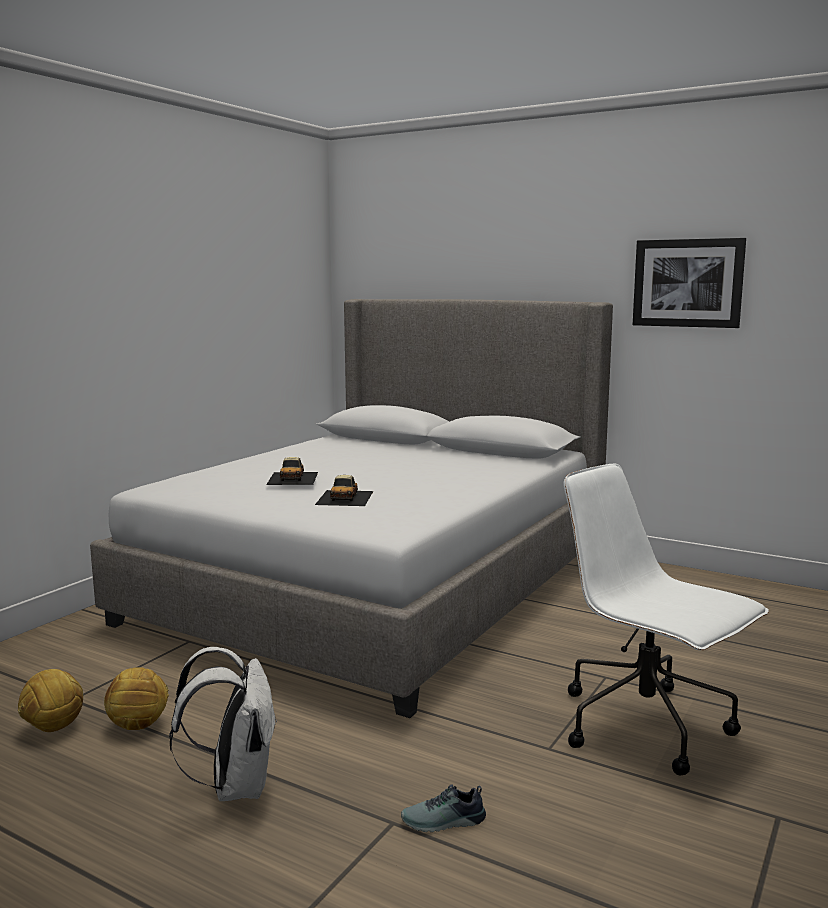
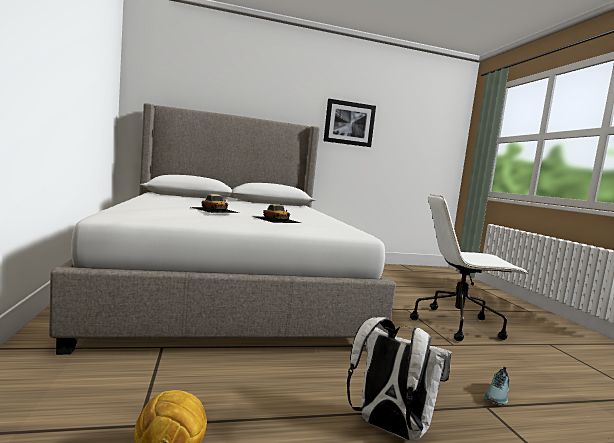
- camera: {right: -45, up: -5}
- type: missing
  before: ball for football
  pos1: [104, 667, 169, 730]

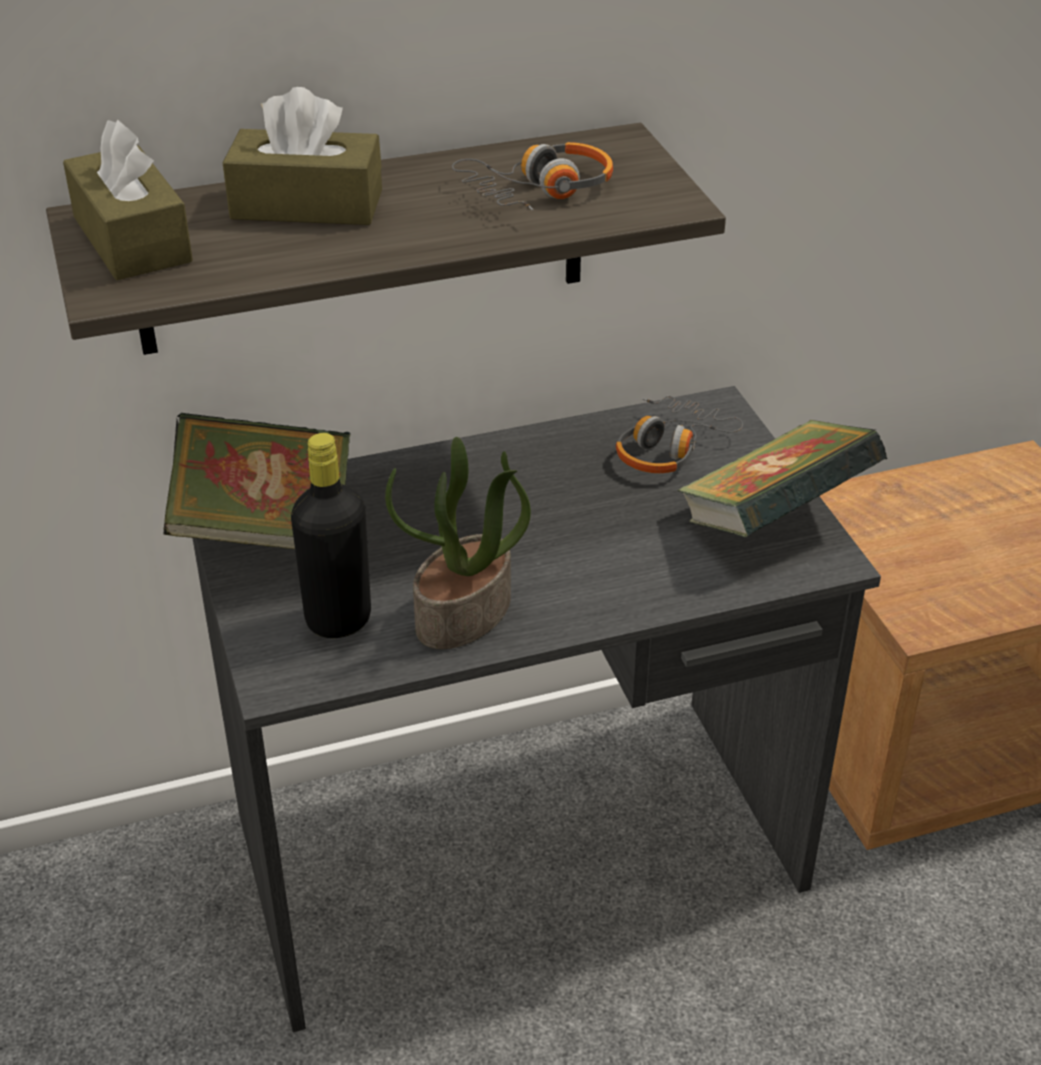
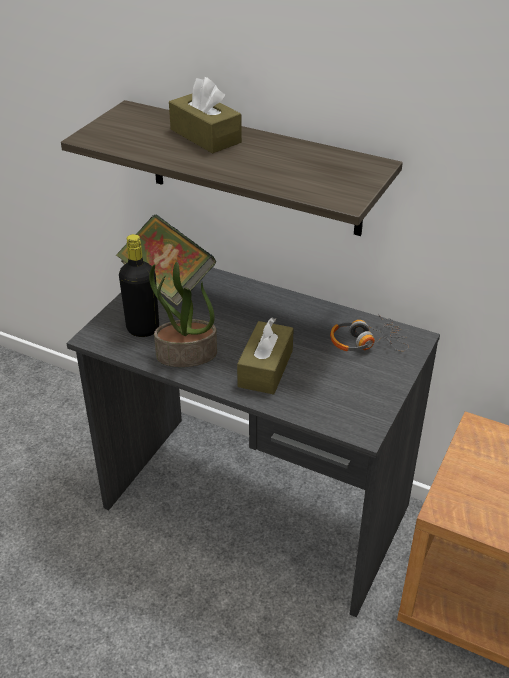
- camera: {right: 45, up: 0}
- type: relocated
  before: tissue box/brownish
  pos1: [63, 119, 193, 280]
  pos2: [237, 317, 294, 395]
- type: missing
  before: pair of headphones
  pos1: [452, 142, 613, 211]
- type: missing
  before: volume
  pos1: [677, 420, 887, 537]

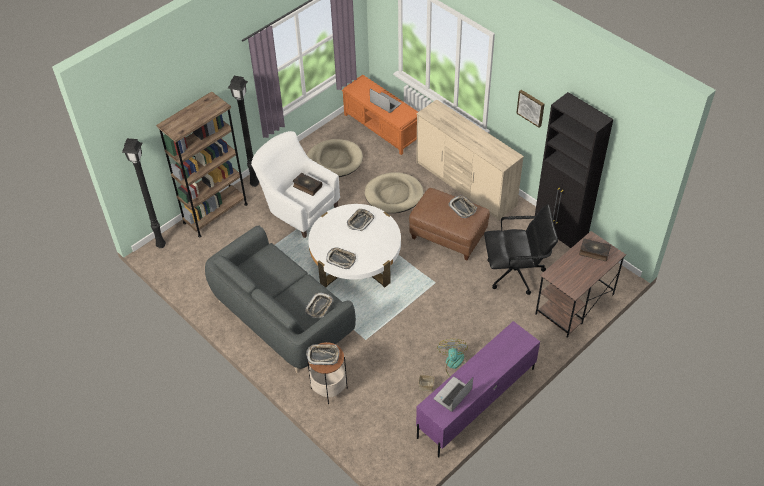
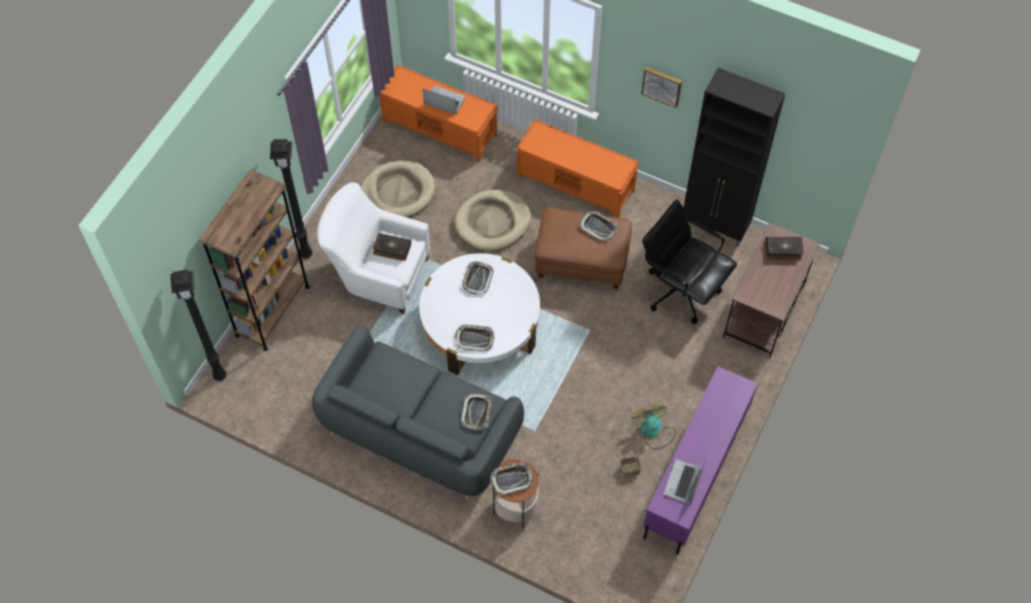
- camera: {right: -20, up: 10}
- type: exchanged
  before: chest of drawers/beige-coloured
  after: bench/orange-coloured
  pos1: [416, 99, 524, 221]
  pos2: [516, 119, 639, 218]
- type: spun
  before: computer chair/blackish
  pos1: [484, 204, 558, 295]
  pos2: [642, 199, 737, 324]
  turn: -120

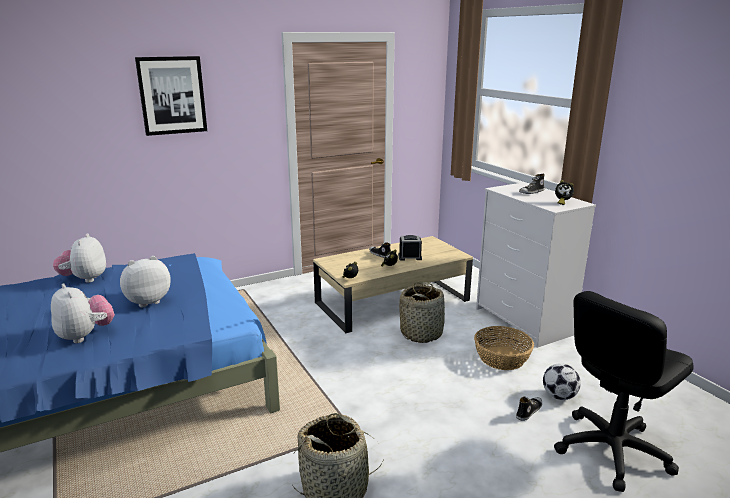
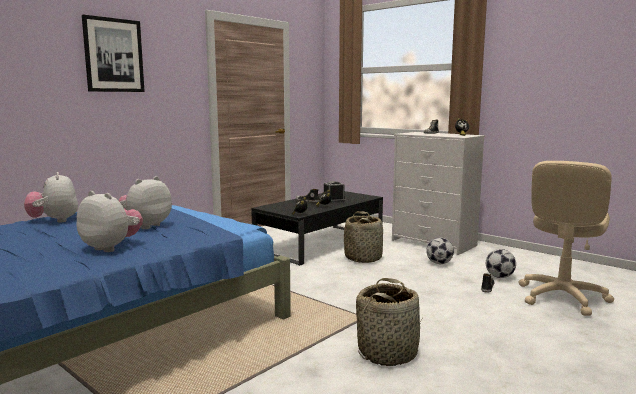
- camera: {right: -20, up: -10}
- type: colour
  before: lounge table/beige-coloured
  after: lounge table/blackish
  pos1: [313, 236, 473, 334]
  pos2: [251, 191, 383, 266]
- type: exchanged
  before: storage basket
  after: ball for football
  pos1: [474, 326, 534, 370]
  pos2: [426, 238, 454, 264]
- type: colour
  before: computer chair/blackish
  after: computer chair/beige-coloured
  pos1: [554, 291, 694, 492]
  pos2: [519, 161, 614, 316]

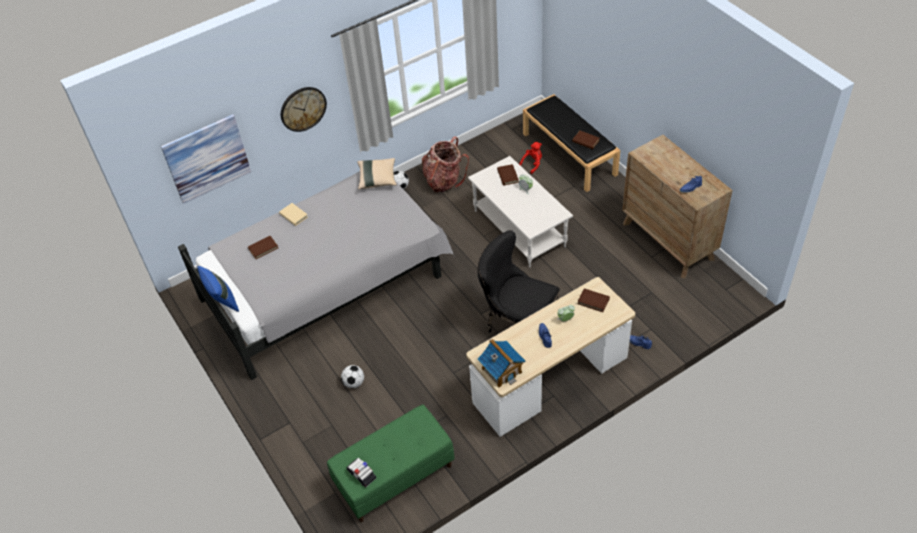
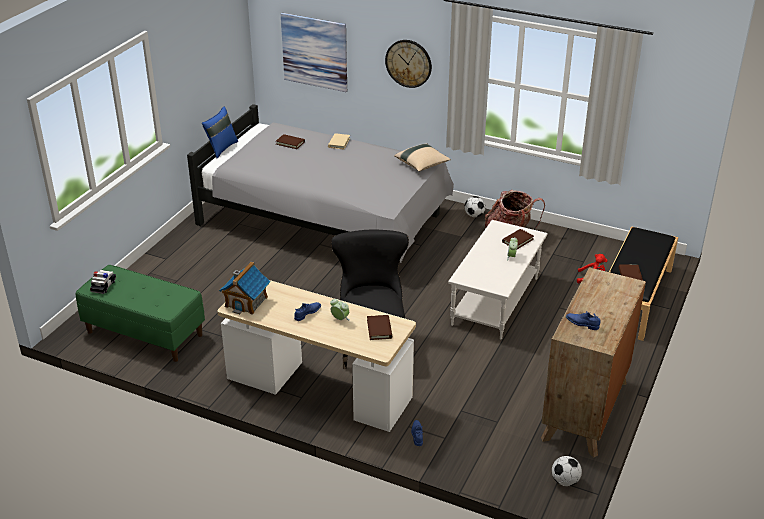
- camera: {right: 55, up: -15}
- type: relocated
  before: ball for football
  pos1: [341, 365, 364, 388]
  pos2: [552, 456, 582, 486]

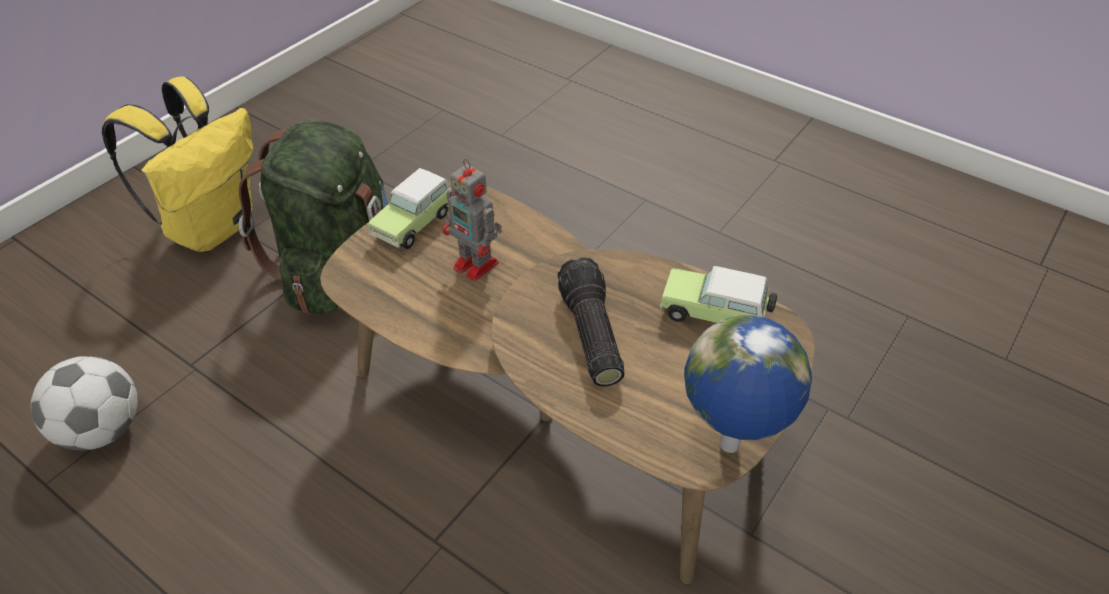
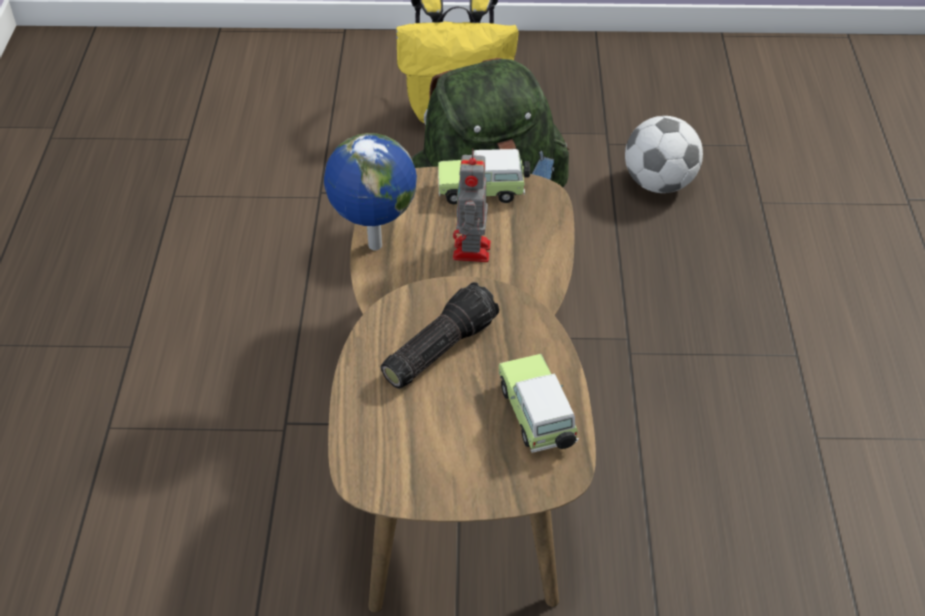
- camera: {right: 55, up: 0}
- type: relocated
  before: ball for football
  pos1: [31, 356, 138, 450]
  pos2: [625, 116, 703, 193]
- type: relocated
  before: globe
  pos1: [684, 315, 812, 453]
  pos2: [324, 133, 417, 250]

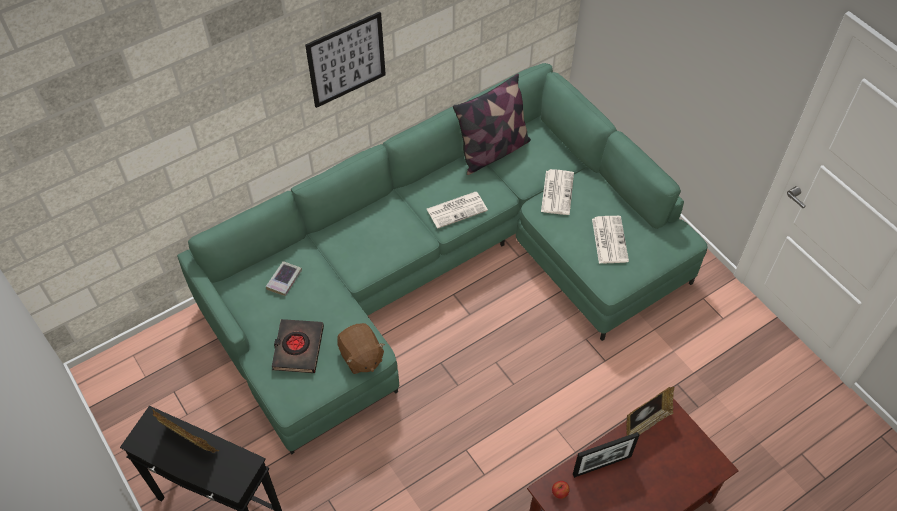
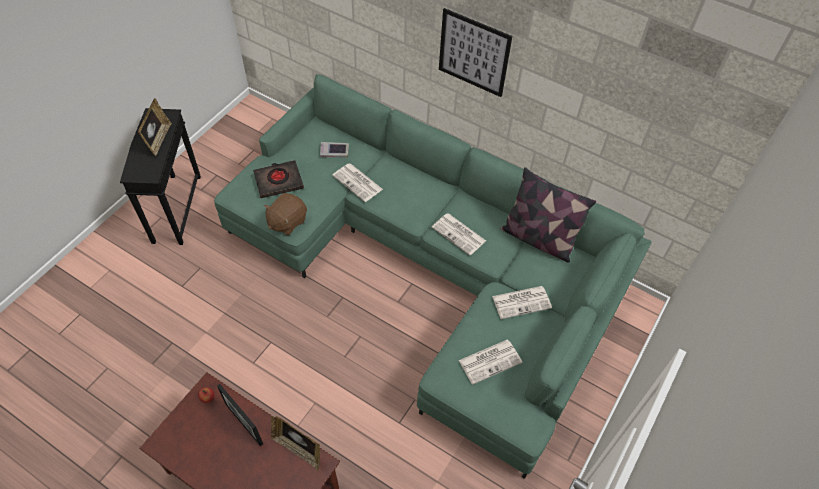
- camera: {right: 65, up: 0}
- type: appeared
  after: daily paper
  pos2: [332, 164, 383, 202]

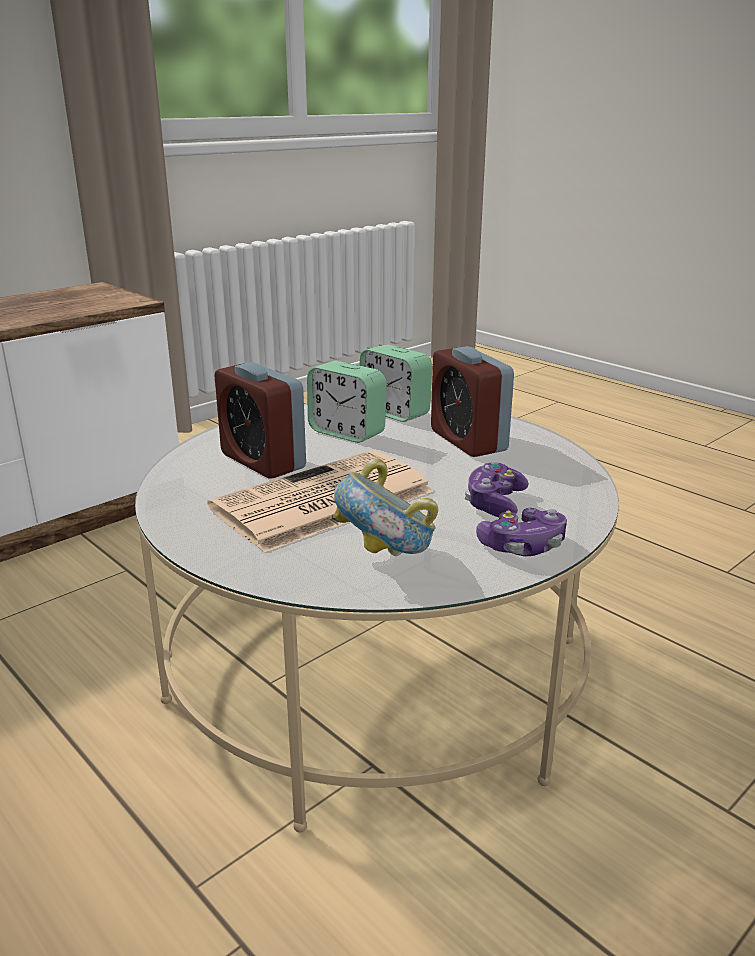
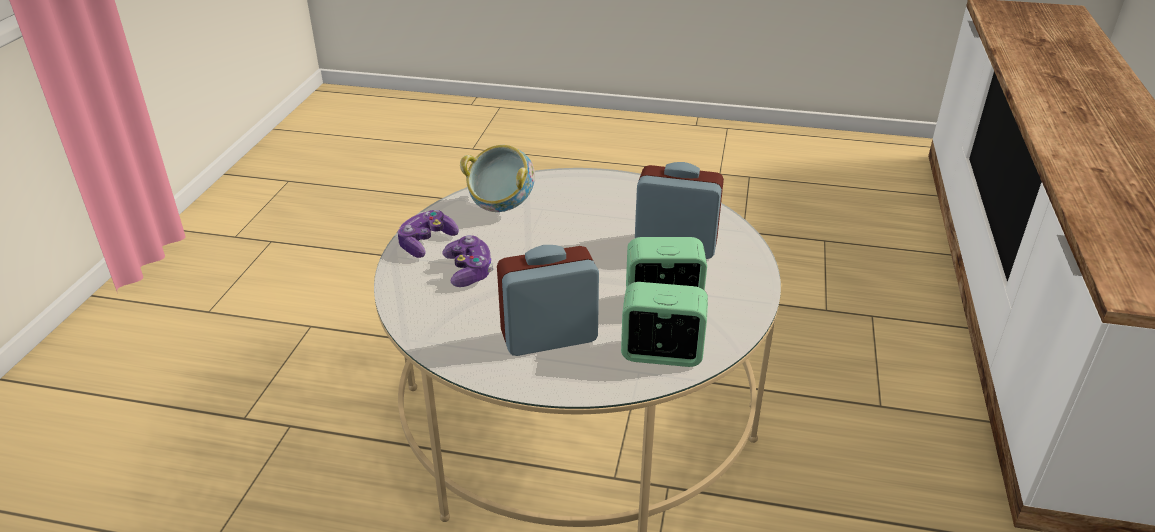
- camera: {right: 145, up: 10}
- type: missing
  before: daily paper
  pos1: [208, 450, 434, 553]
- type: spun
  before: table clock
  pos1: [431, 346, 514, 457]
  pos2: [497, 245, 599, 356]
  turn: -45

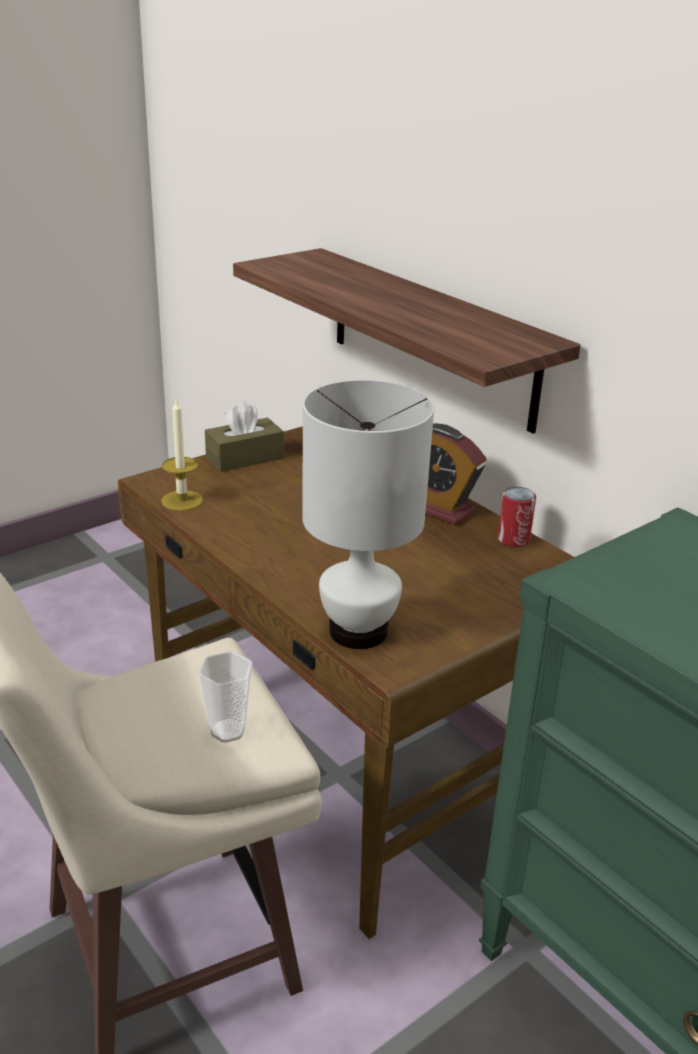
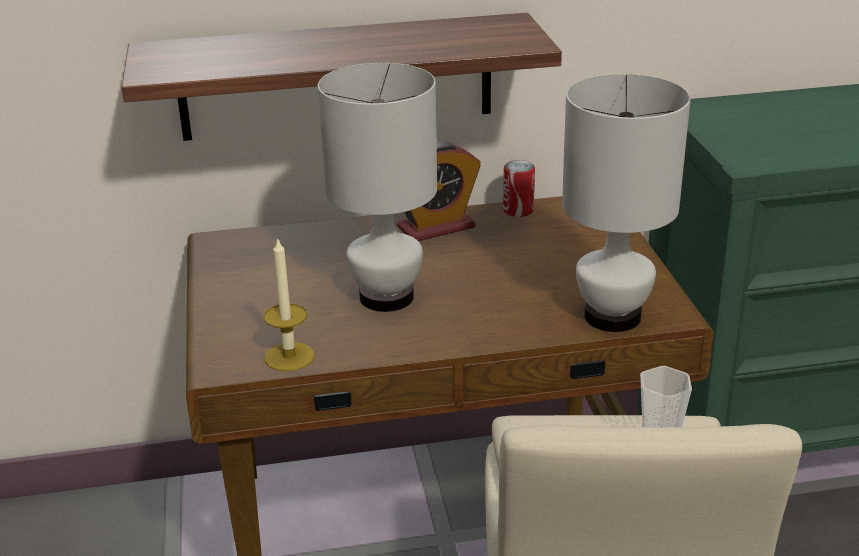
- camera: {right: -60, up: 0}
- type: missing
  before: tissue box/brownish
  pos1: [205, 401, 284, 472]
- type: appeared
  after: tabletop lamp/white
  pos2: [317, 63, 437, 312]

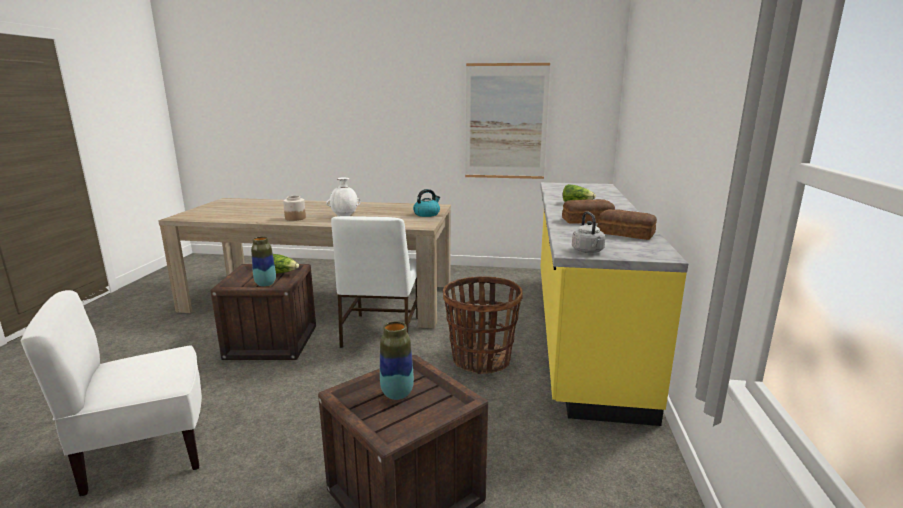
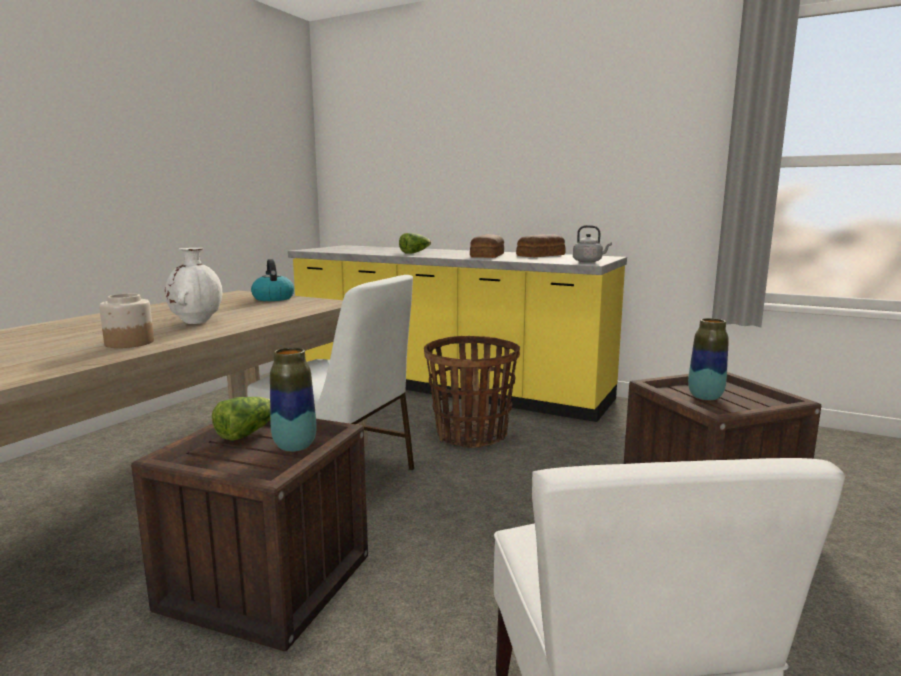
- camera: {right: -70, up: -5}
- type: missing
  before: wall picture
  pos1: [465, 63, 550, 179]

